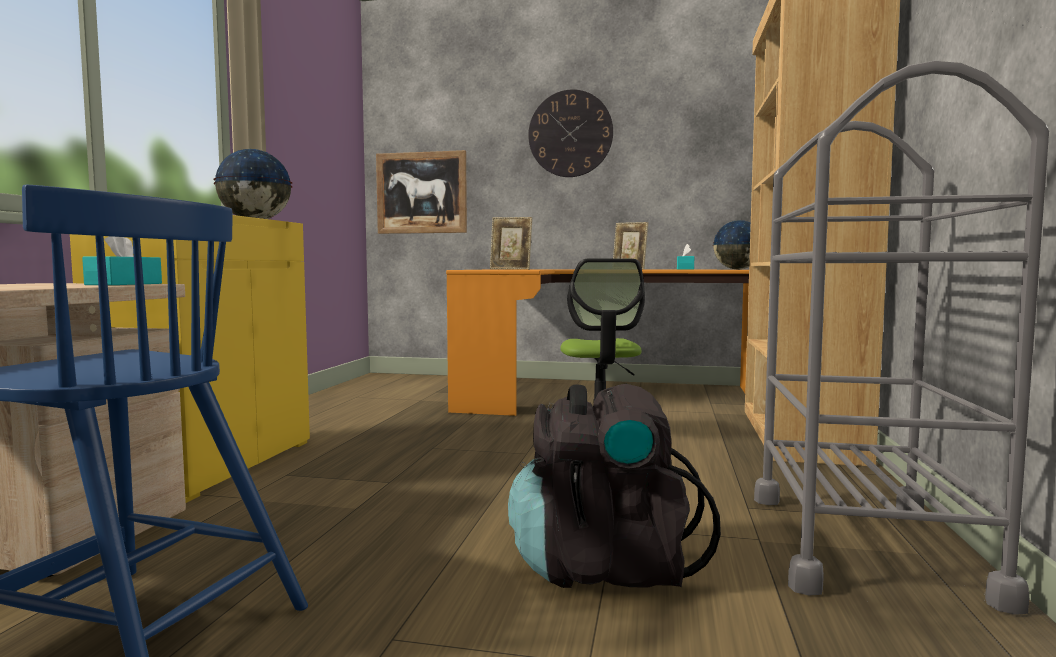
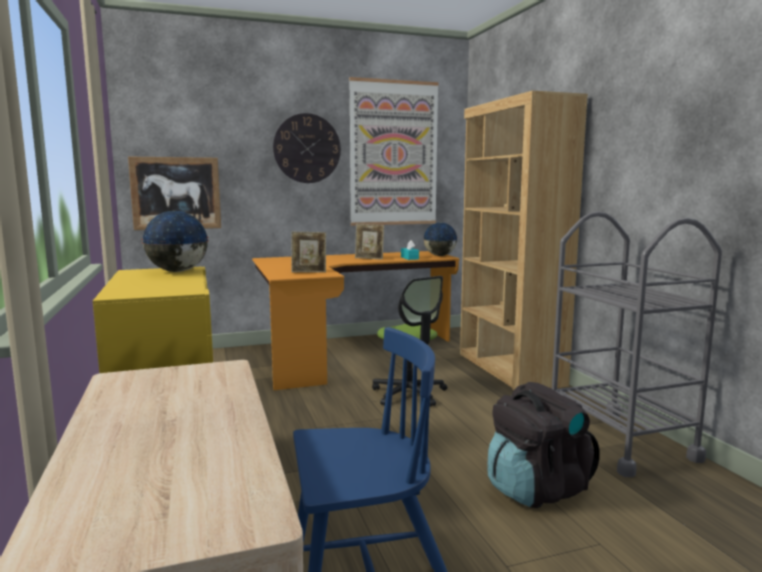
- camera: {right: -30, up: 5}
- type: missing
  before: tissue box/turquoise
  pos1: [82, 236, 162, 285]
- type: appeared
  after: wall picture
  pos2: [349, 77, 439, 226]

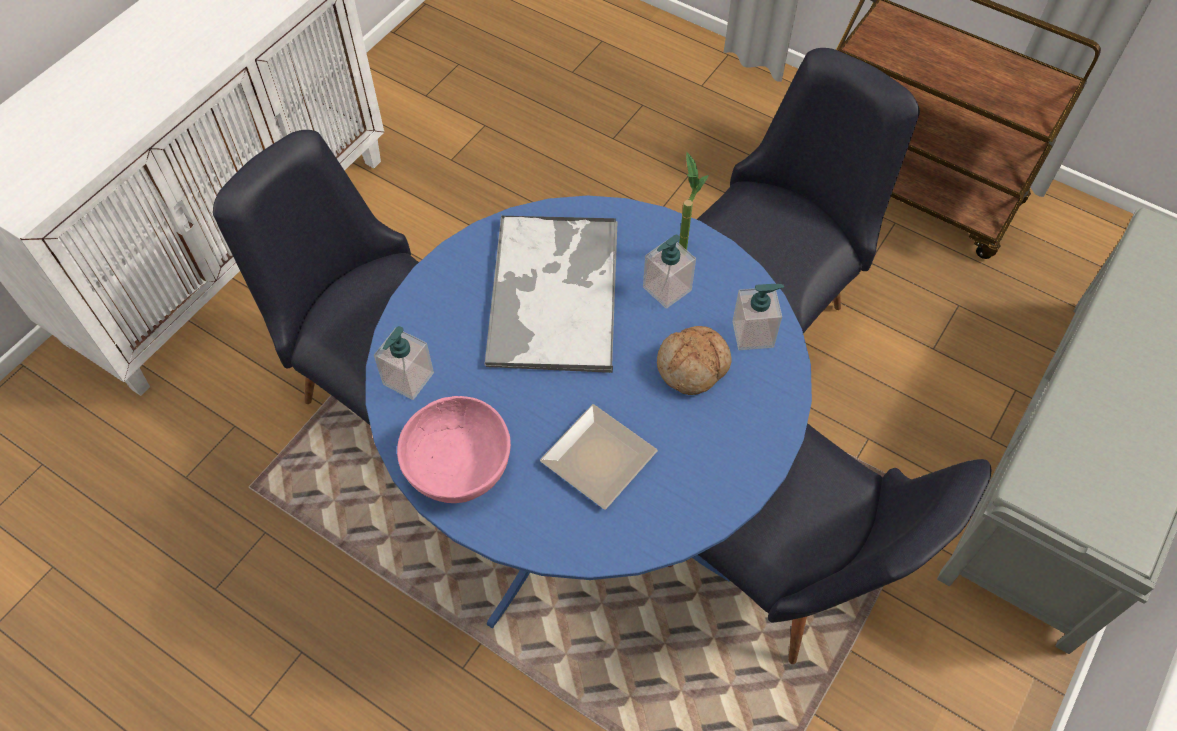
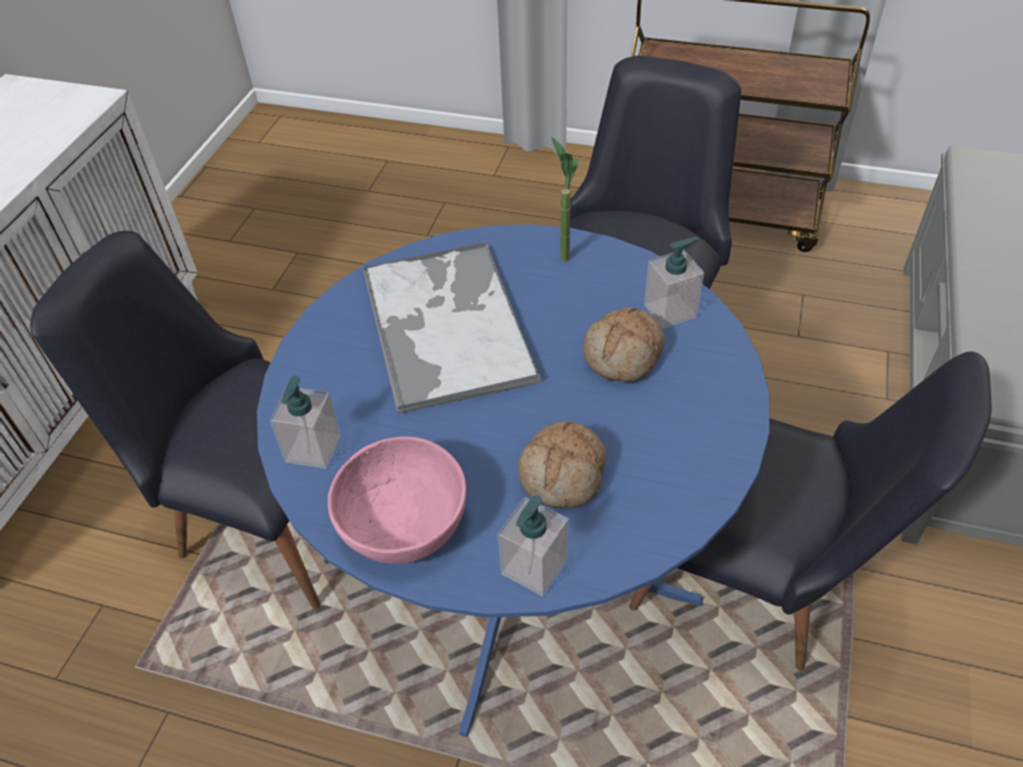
- camera: {right: -15, up: -10}
- type: exchanged
  before: dinner plate
  after: bakery bread
  pos1: [540, 404, 658, 510]
  pos2: [518, 421, 606, 508]
- type: relocated
  before: soap bottle
  pos1: [643, 235, 696, 309]
  pos2: [498, 495, 569, 596]

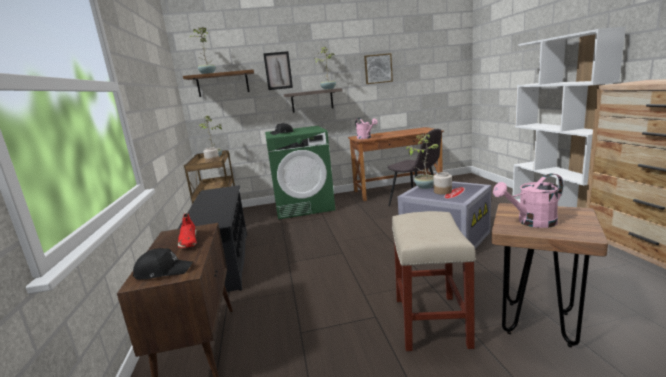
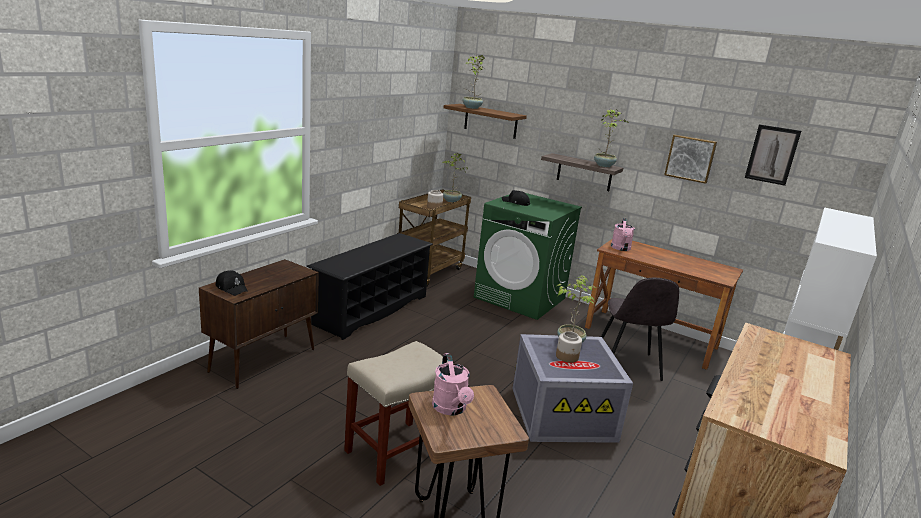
- camera: {right: 40, up: 5}
- type: missing
  before: item of footwear/red
  pos1: [178, 213, 197, 248]
- type: relocated
  before: wall picture
  pos1: [263, 51, 293, 90]
  pos2: [745, 124, 801, 186]
- type: spun
  before: watering can/pinkish
  pos1: [493, 173, 563, 228]
  pos2: [432, 353, 474, 415]
  turn: -135

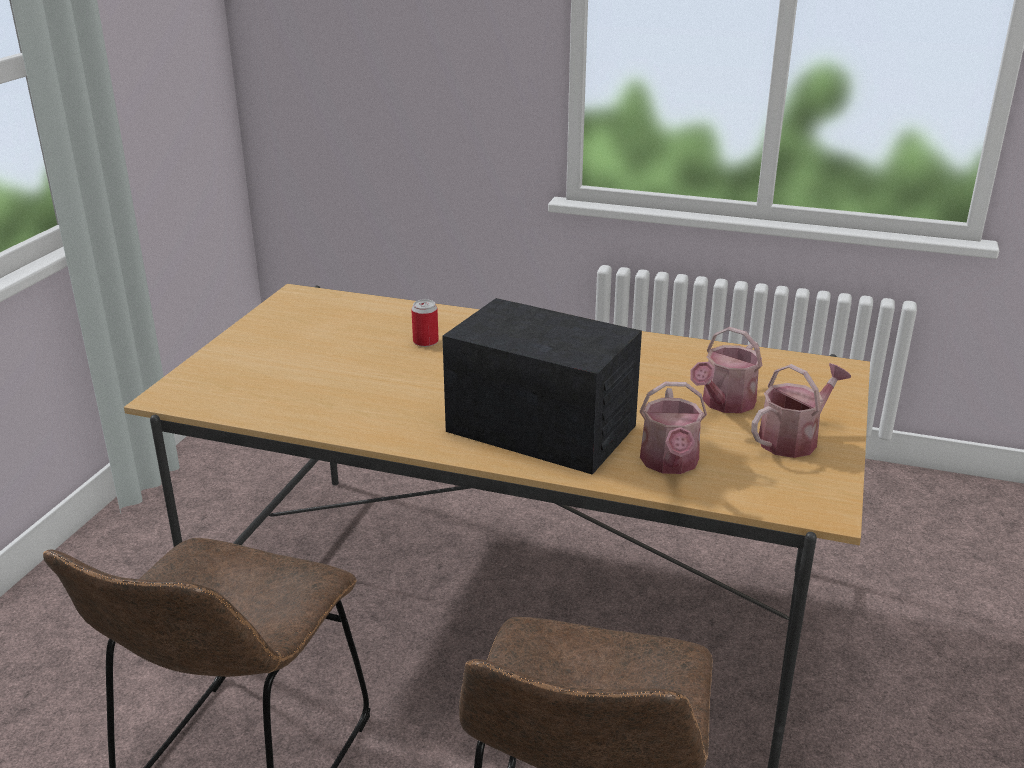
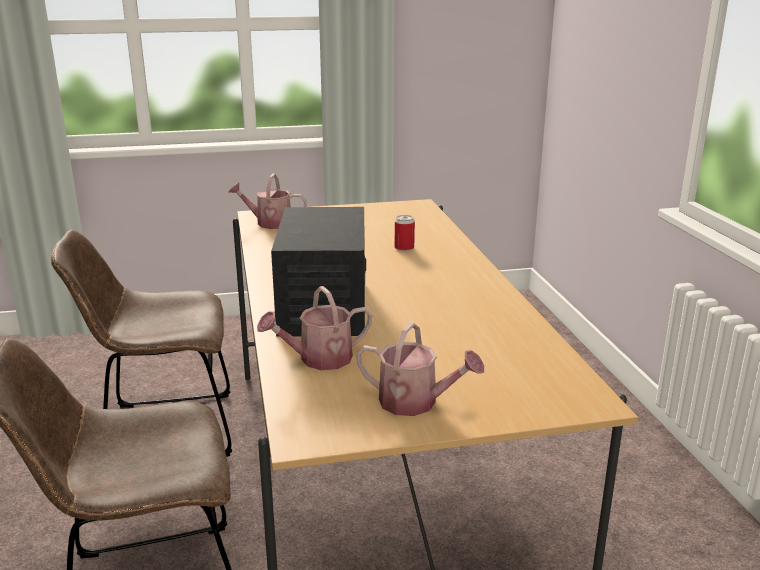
- camera: {right: 60, up: -5}
- type: relocated
  before: watering can
  pos1: [690, 327, 763, 413]
  pos2: [228, 174, 307, 229]

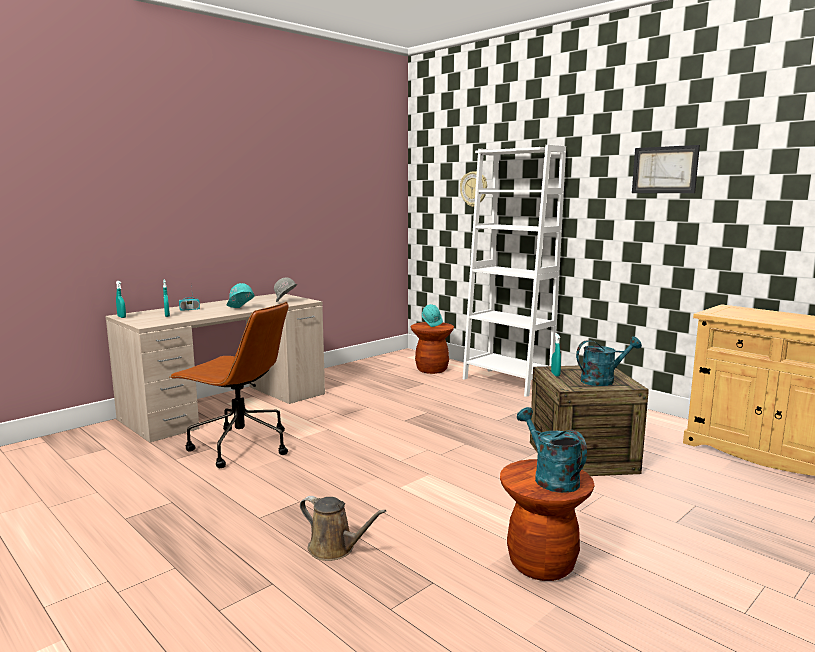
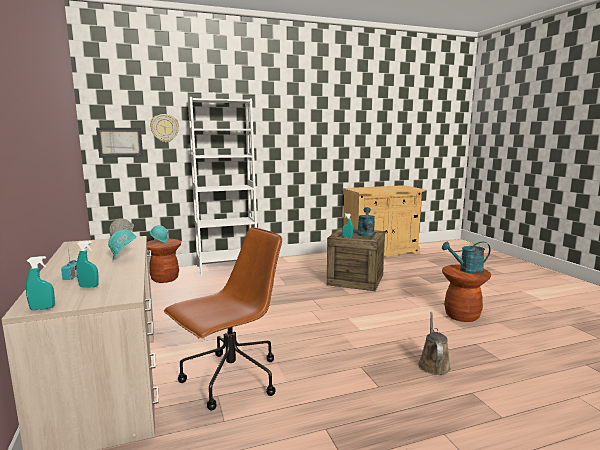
- camera: {right: -65, up: 0}
- type: spun
  before: watering can/brownish
  pos1: [300, 496, 386, 561]
  pos2: [418, 312, 451, 375]
  turn: -45
- type: relocated
  before: wall picture
  pos1: [632, 145, 700, 193]
  pos2: [96, 128, 143, 158]

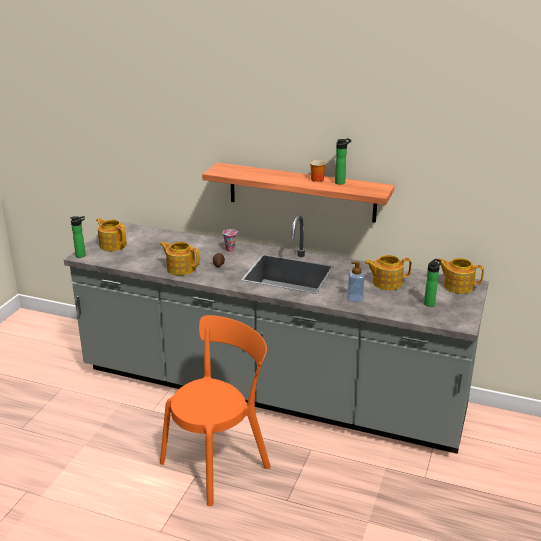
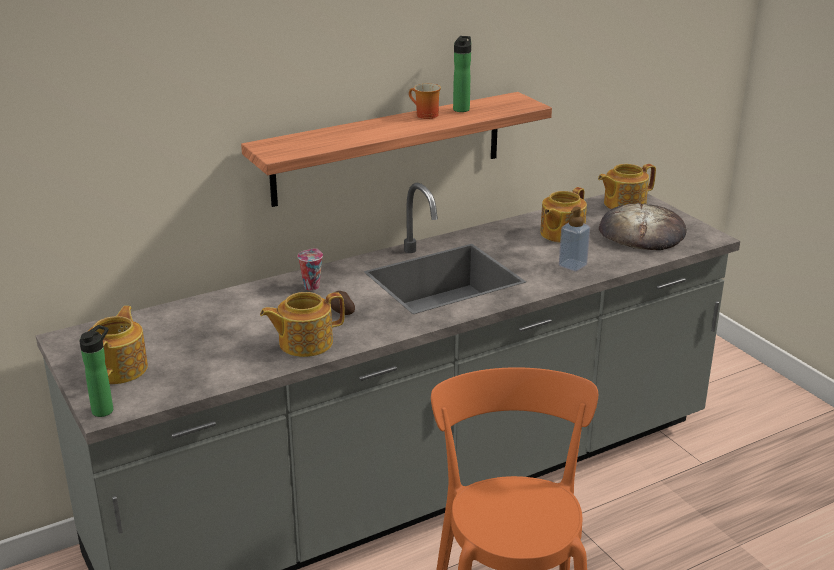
- camera: {right: -50, up: 0}
- type: spun
  before: pot for tea
  pos1: [96, 218, 127, 251]
  pos2: [87, 306, 148, 384]
  turn: 105
- type: exchanged
  before: drink bottle
  after: bakery bread
  pos1: [424, 259, 442, 307]
  pos2: [599, 203, 686, 250]

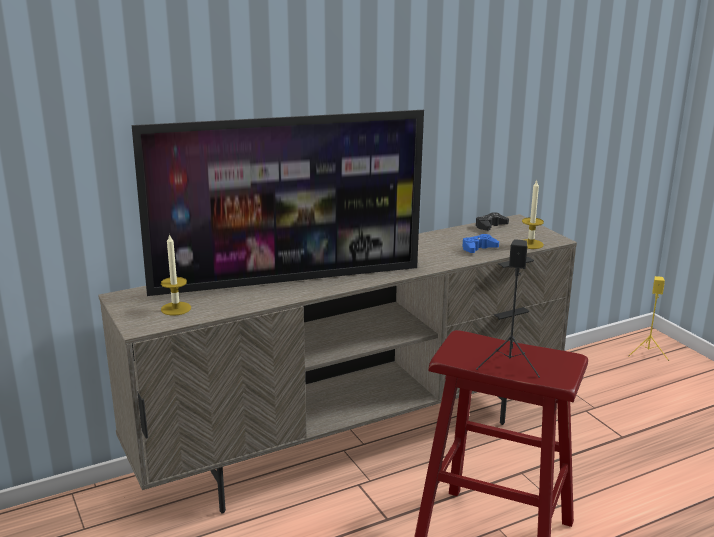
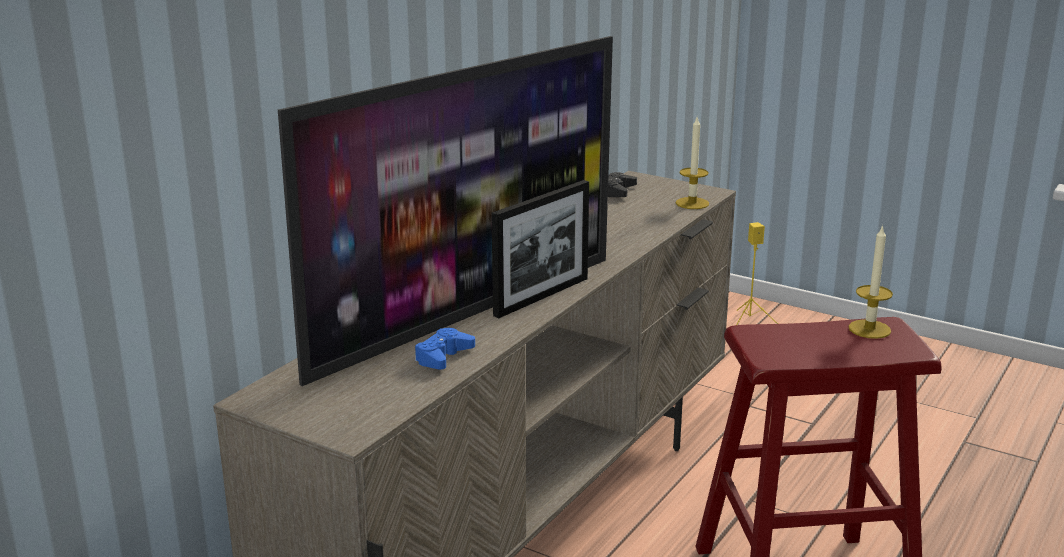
- camera: {right: -30, up: 0}
- type: relocated
  before: wax light
  pos1: [161, 233, 191, 316]
  pos2: [848, 225, 893, 339]
- type: relocated
  before: gamepad/blue-coloured
  pos1: [462, 234, 499, 253]
  pos2: [415, 328, 475, 370]
- type: missing
  before: audio speaker/blackish
  pos1: [476, 239, 540, 378]
- type: appeared
  after: picture frame
  pos2: [491, 180, 589, 318]

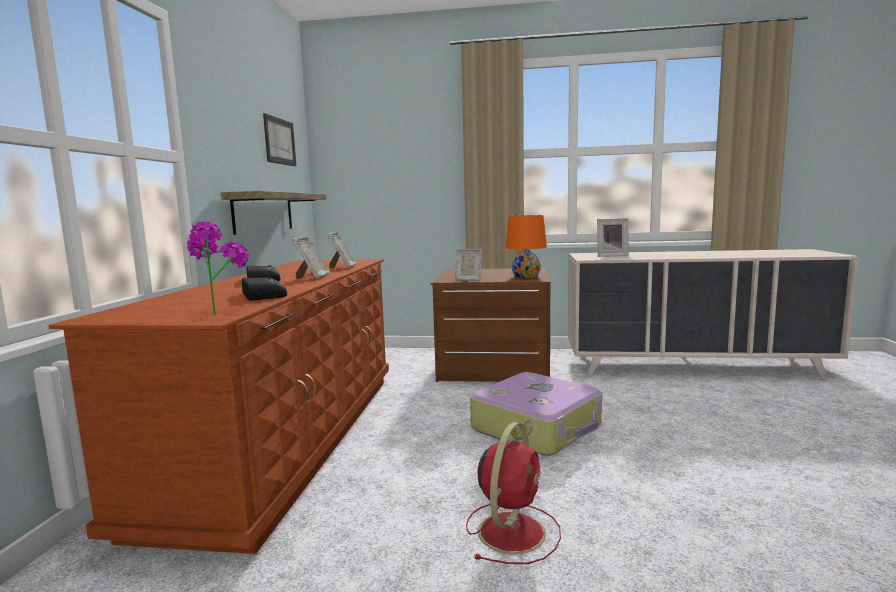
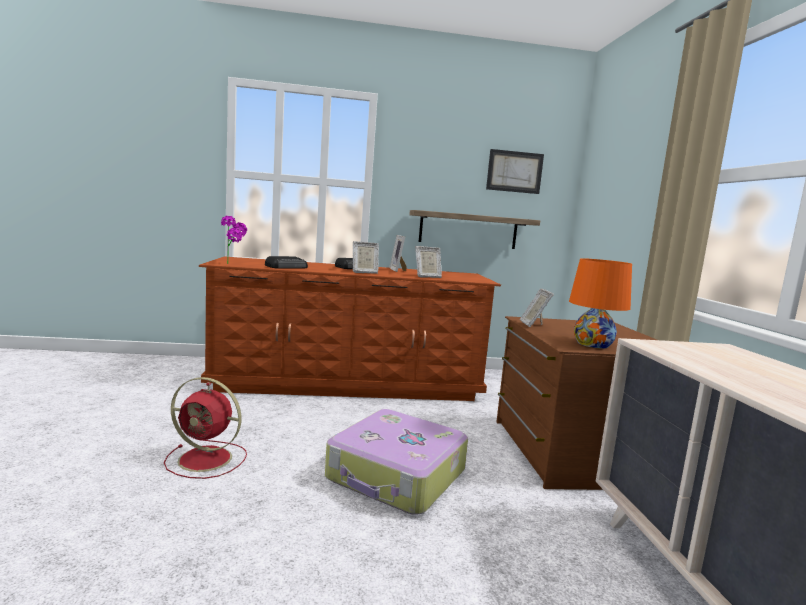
- camera: {right: 75, up: 0}
- type: relocated
  before: picture frame
  pos1: [597, 218, 629, 257]
  pos2: [389, 235, 407, 272]

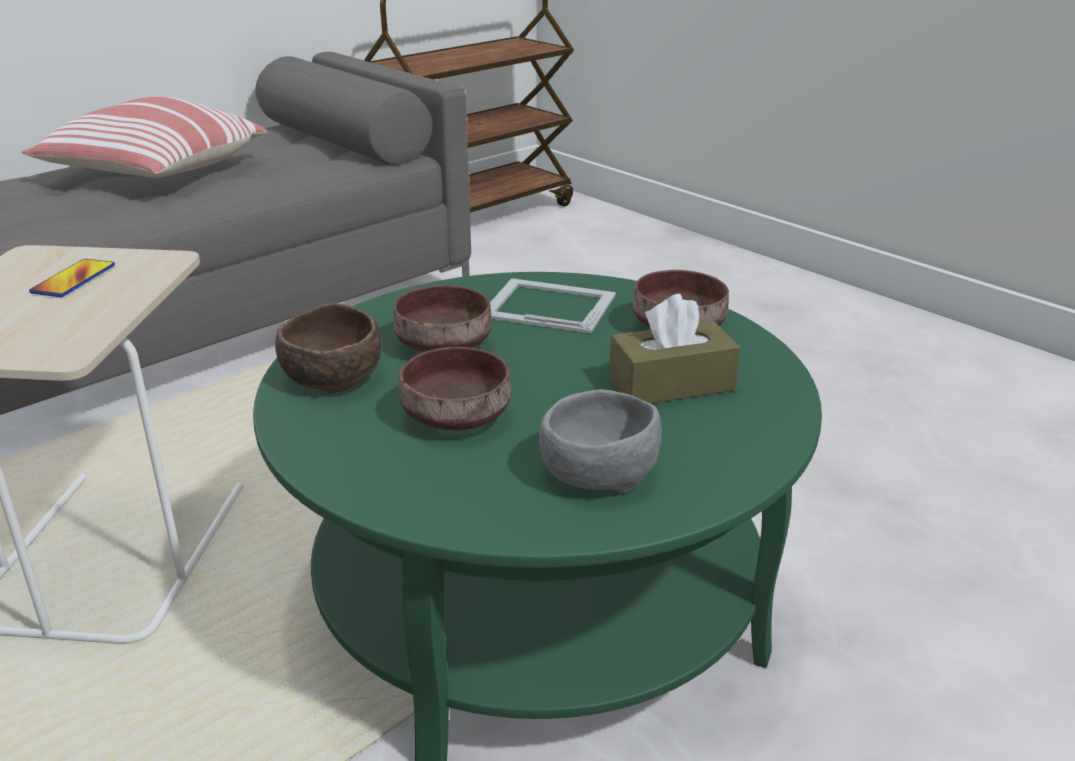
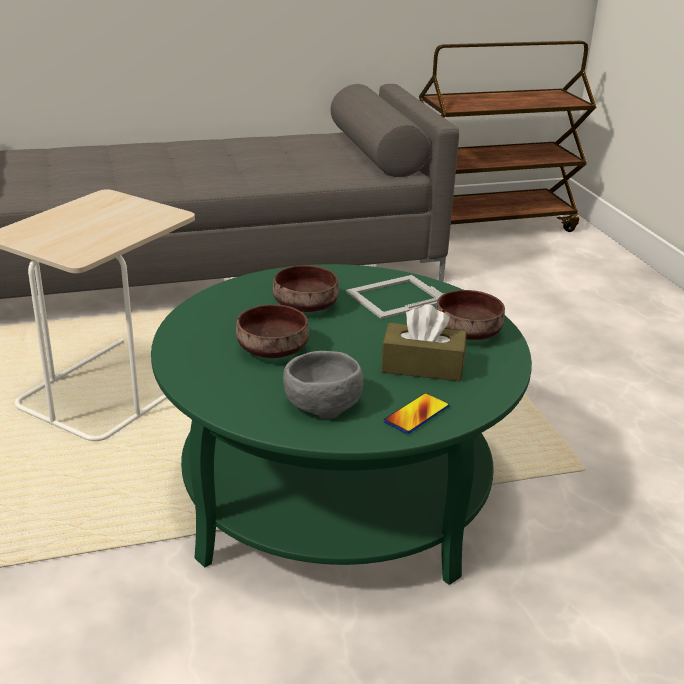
- camera: {right: 25, up: 0}
- type: missing
  before: throw pillow
  pos1: [21, 97, 268, 178]
- type: relocated
  before: telephone
  pos1: [29, 259, 115, 297]
  pos2: [384, 393, 450, 434]
- type: missing
  before: bowl/brownish
  pos1: [275, 303, 381, 393]
- type: spun
  before: picture frame
  pos1: [490, 278, 616, 334]
  pos2: [346, 275, 444, 319]
  turn: -75

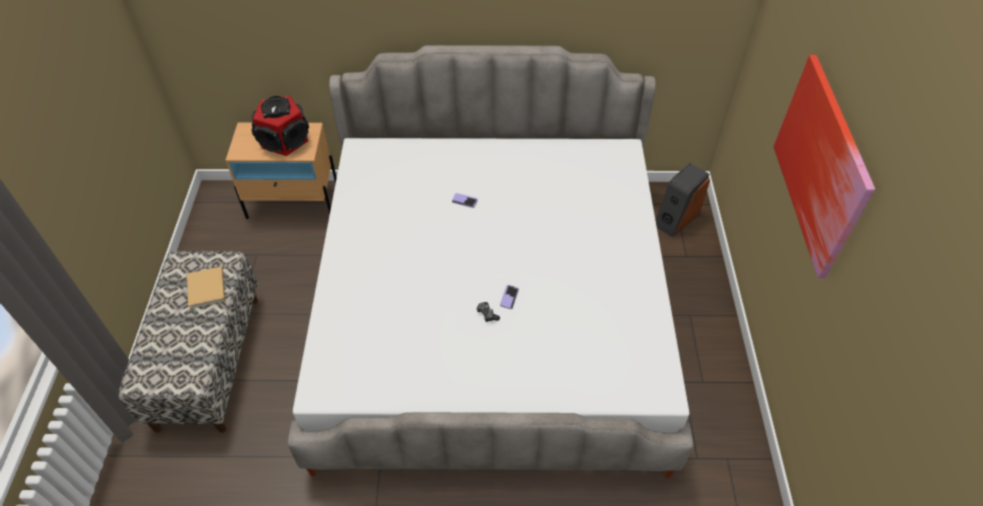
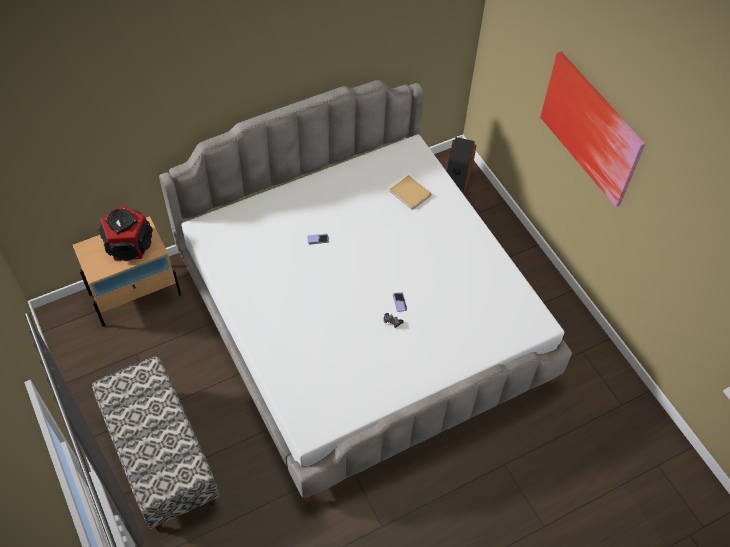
- camera: {right: -30, up: 5}
- type: relocated
  before: volume/beige-coloured
  pos1: [187, 266, 225, 309]
  pos2: [389, 175, 431, 210]

